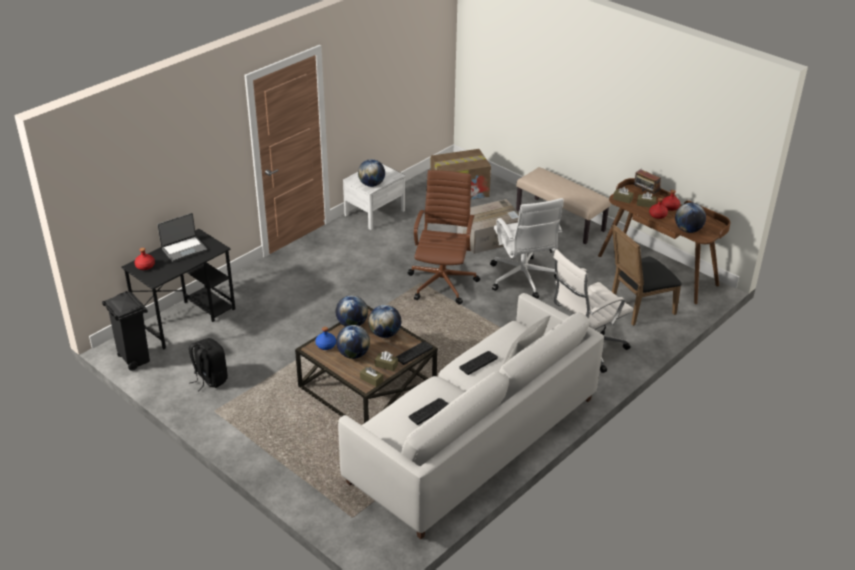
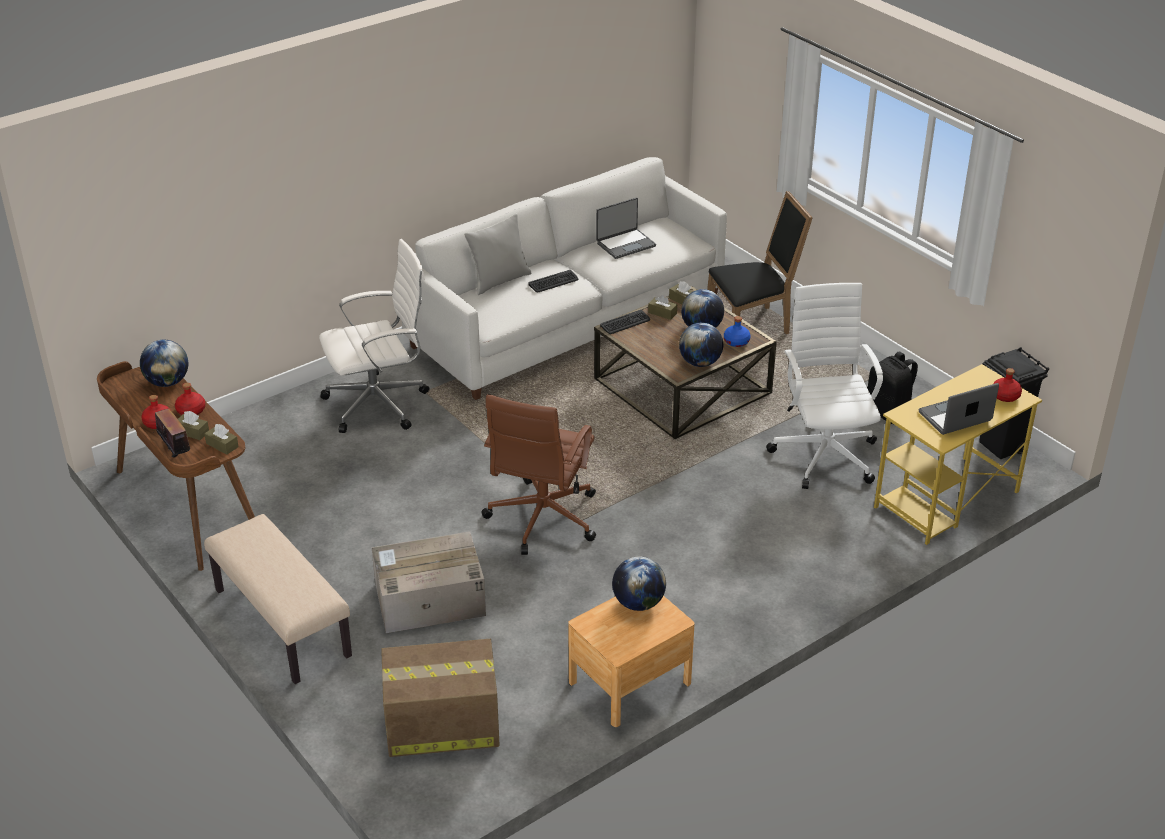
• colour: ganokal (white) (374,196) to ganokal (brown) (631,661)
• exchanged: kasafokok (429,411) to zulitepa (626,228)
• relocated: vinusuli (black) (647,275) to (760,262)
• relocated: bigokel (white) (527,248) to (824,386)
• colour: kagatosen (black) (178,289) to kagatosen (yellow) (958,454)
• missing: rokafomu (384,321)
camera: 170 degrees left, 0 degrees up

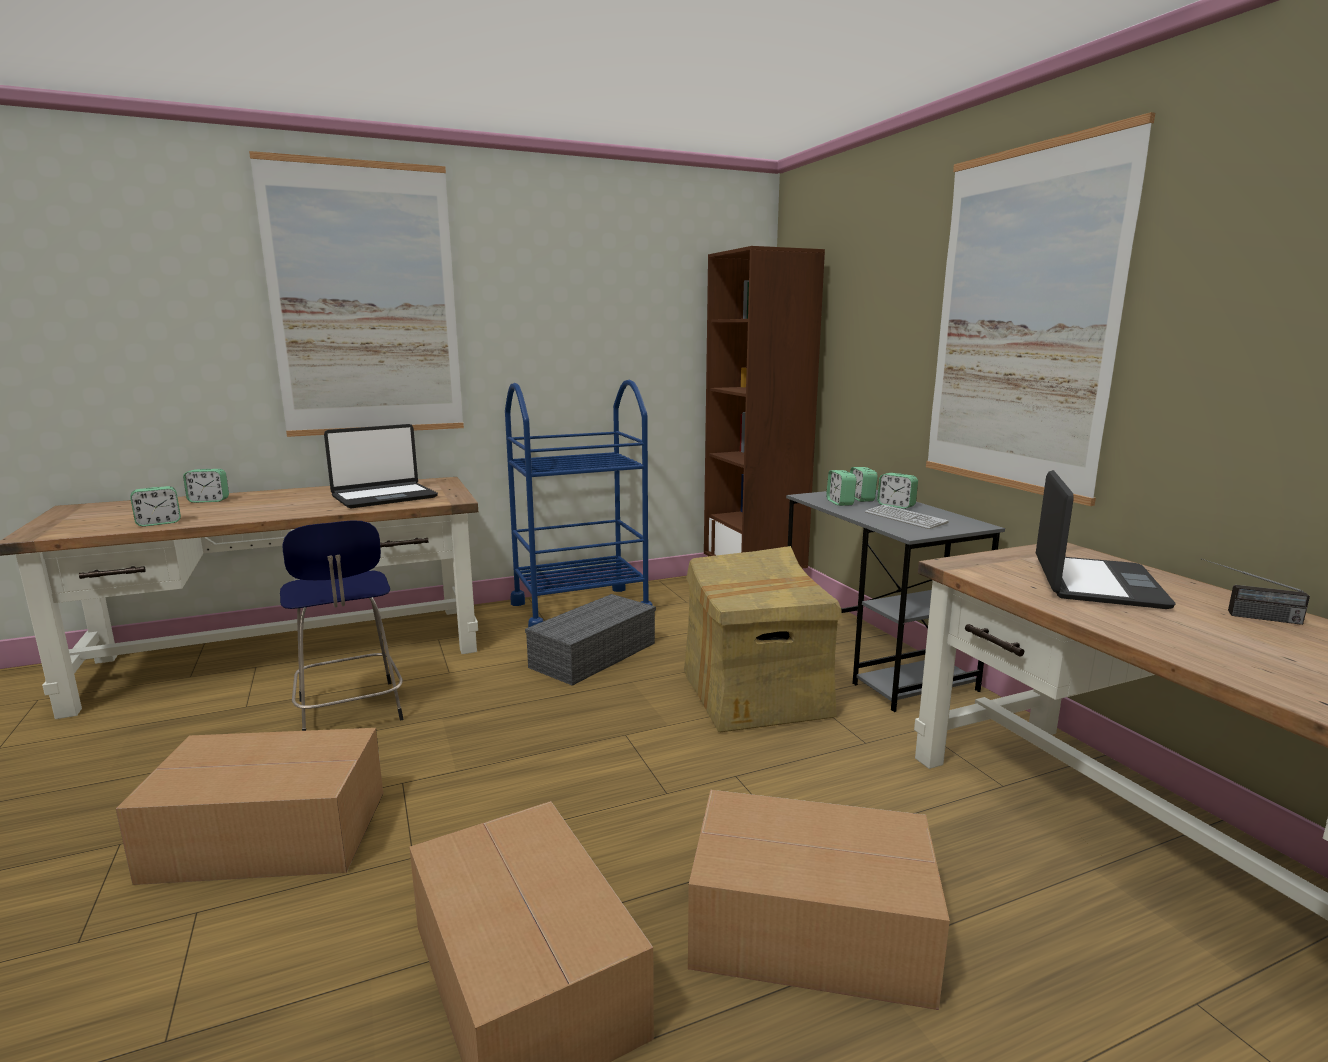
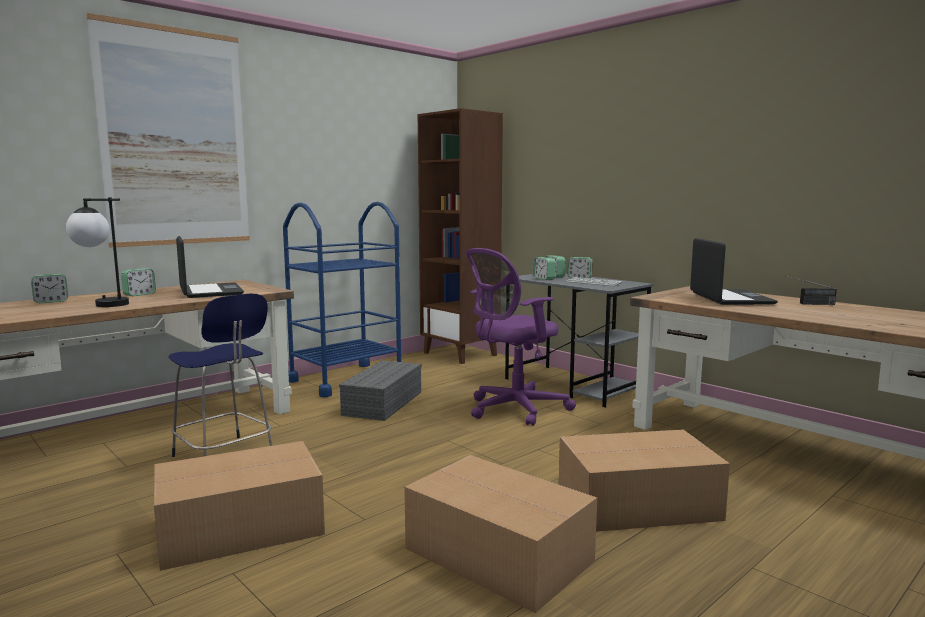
• appeared: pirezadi (97,252)
• relocated: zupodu (155,506) to (138,282)
• spun: zulitepa (381,466) = (210,267) 60 degrees counterclockwise
• exchanged: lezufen (763,639) to bigokel (purple) (521,337)
• missing: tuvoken (1040,309)
camera: 20 degrees left, 5 degrees down

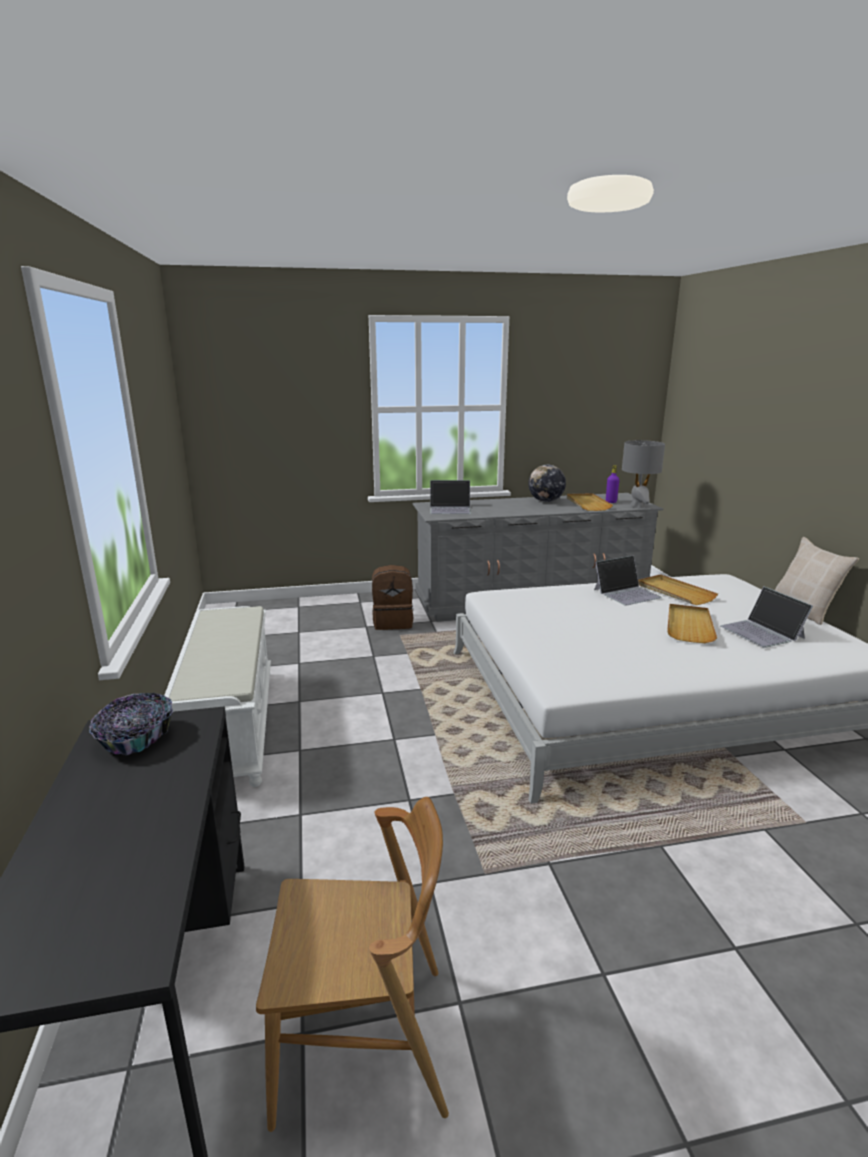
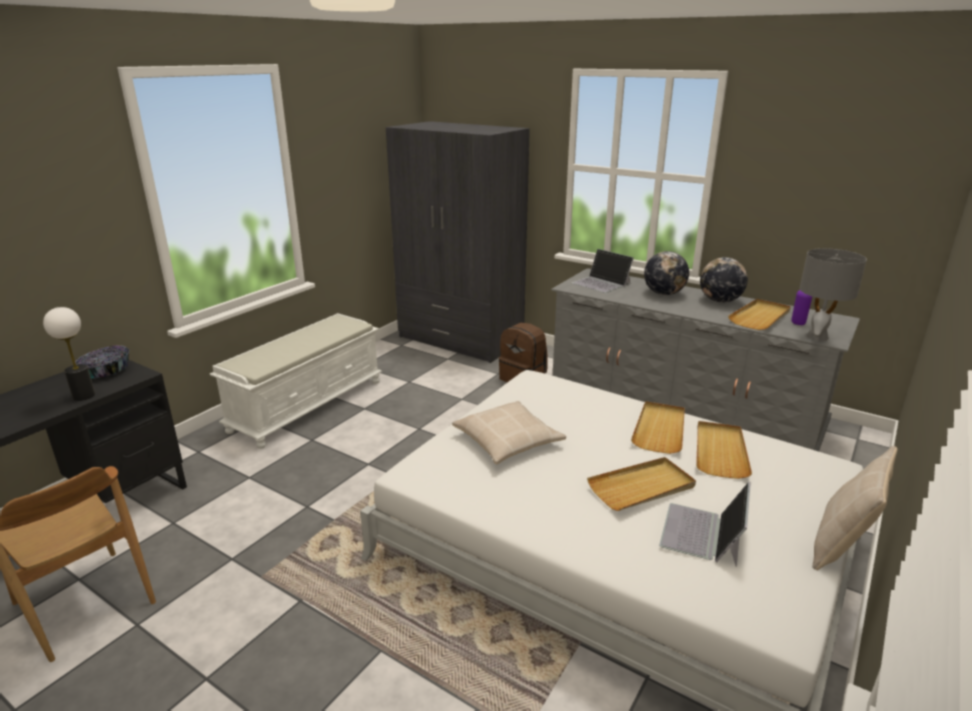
• appeared: pirezadi (69,354)
• appeared: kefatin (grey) (458,242)
• appeared: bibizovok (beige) (509,432)
• exchanged: zulitepa (628,580) to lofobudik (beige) (658,427)
• appeared: rokafomu (666,273)
camera: 45 degrees right, 5 degrees up

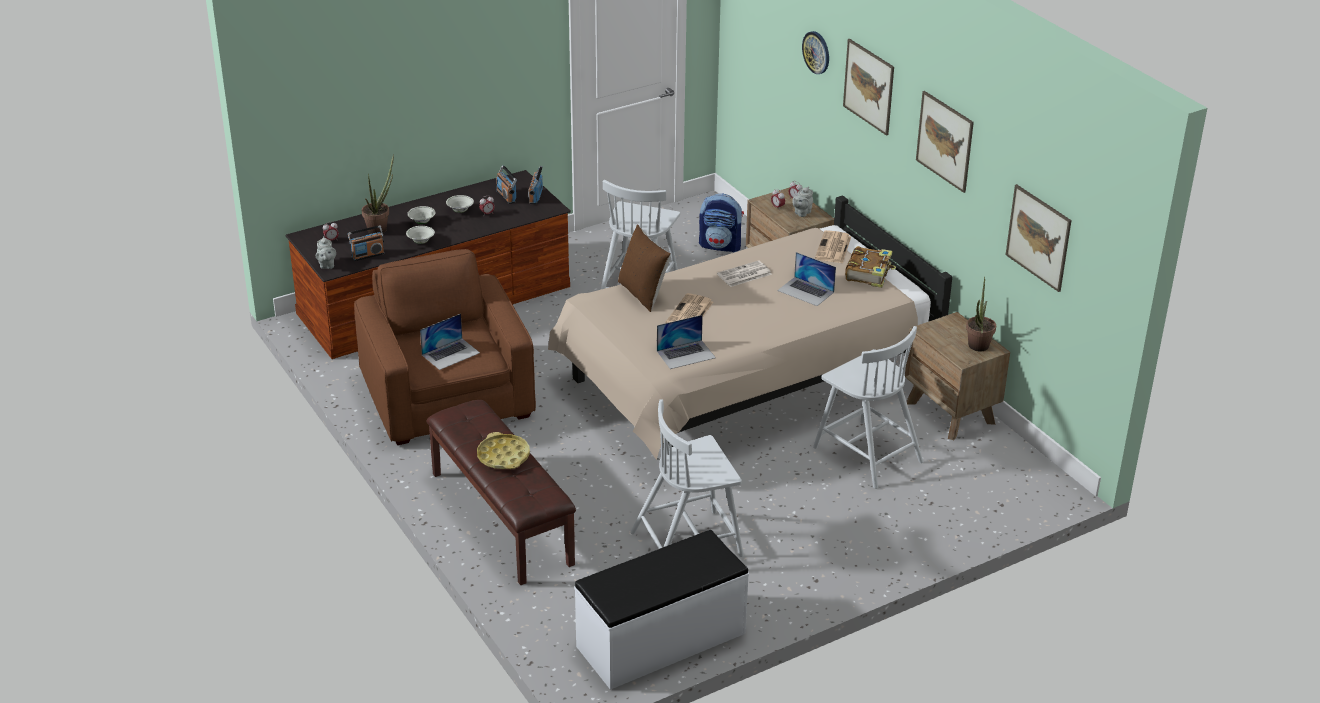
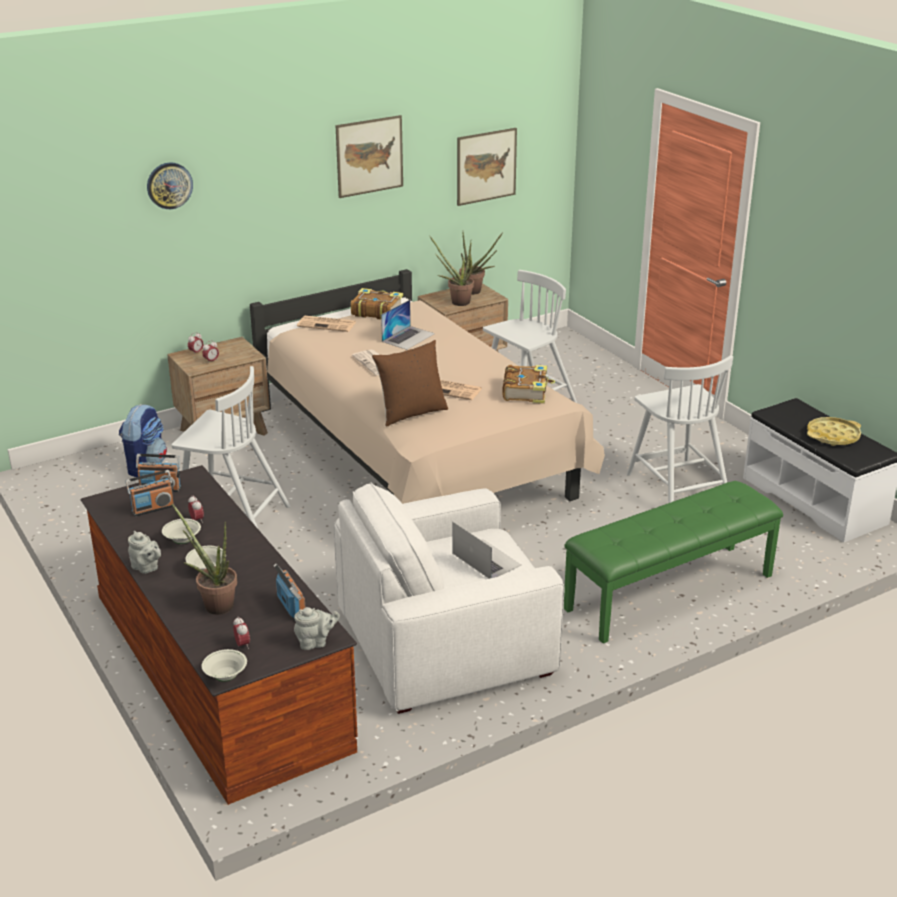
• relocated: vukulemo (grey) (803,201) to (144,552)
• relocated: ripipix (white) (420,235) to (224,665)
• colour: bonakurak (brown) (445,347) to bonakurak (white) (449,598)
• appeared: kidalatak (452,271)
• exchanged: zulitepa (686,342) to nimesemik (529,384)
• colour: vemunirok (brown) (501,492) to vemunirok (green) (673,562)
• relocated: lofobudik (yellow) (503,450) to (834,431)
• missing: tuvoken (868,87)
camera: 90 degrees left, 5 degrees down

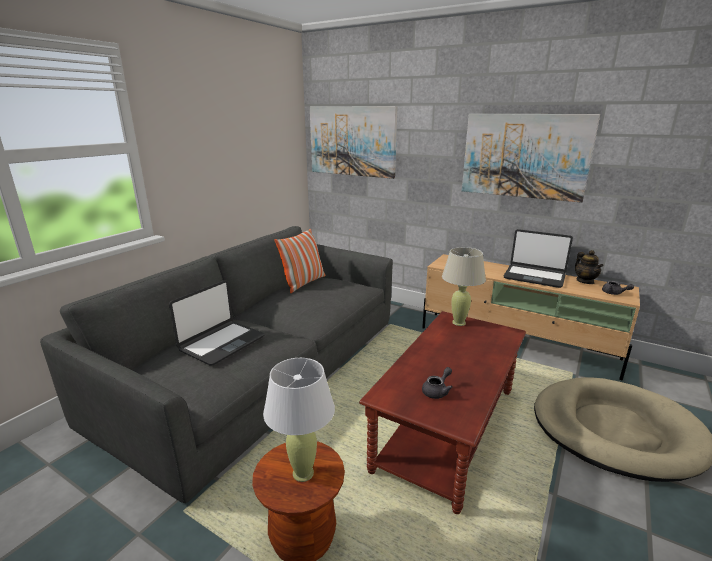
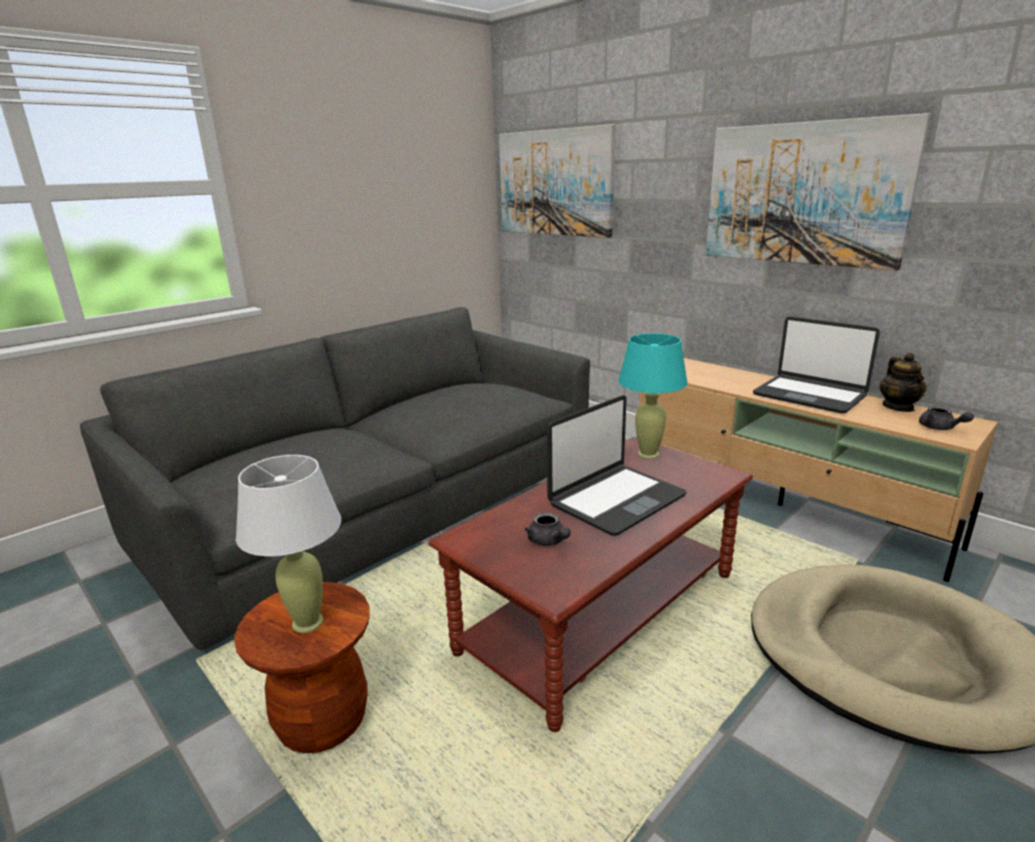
• spun: vukulemo (grey) (437,383) = (548,529) 90 degrees clockwise
• relocated: zulitepa (217,323) to (617,465)
• colour: pirezadi (beige) (464,286) to pirezadi (turquoise) (653,396)
• missing: bibizovok (299,260)
camera: 15 degrees right, 0 degrees up

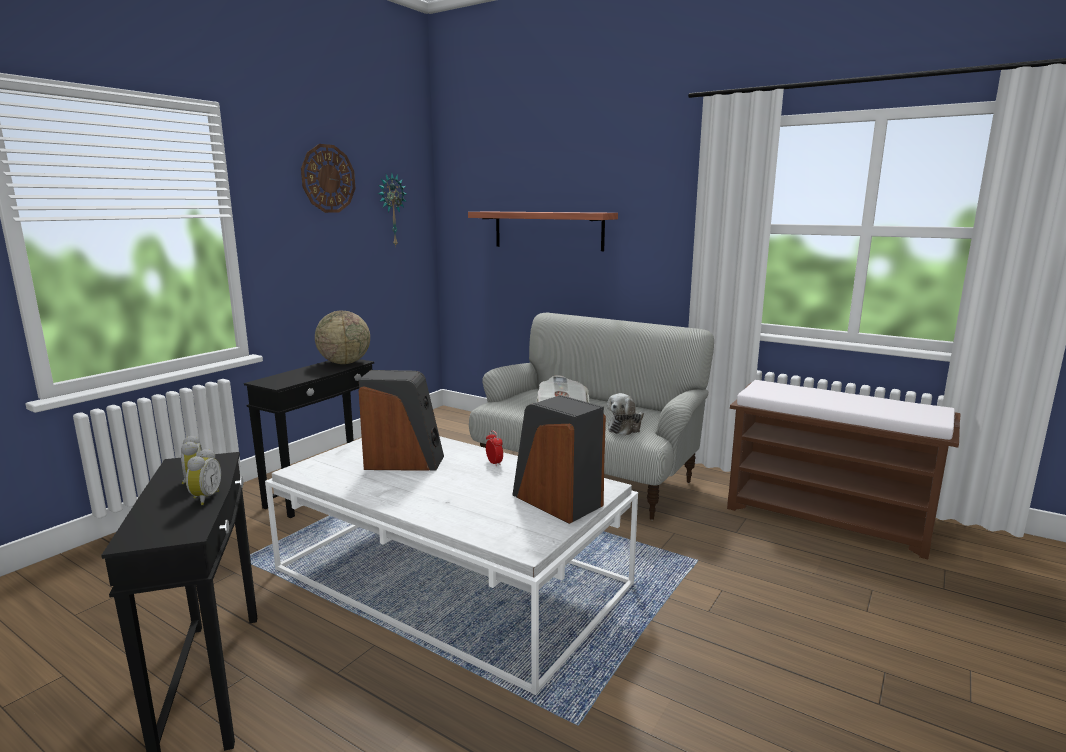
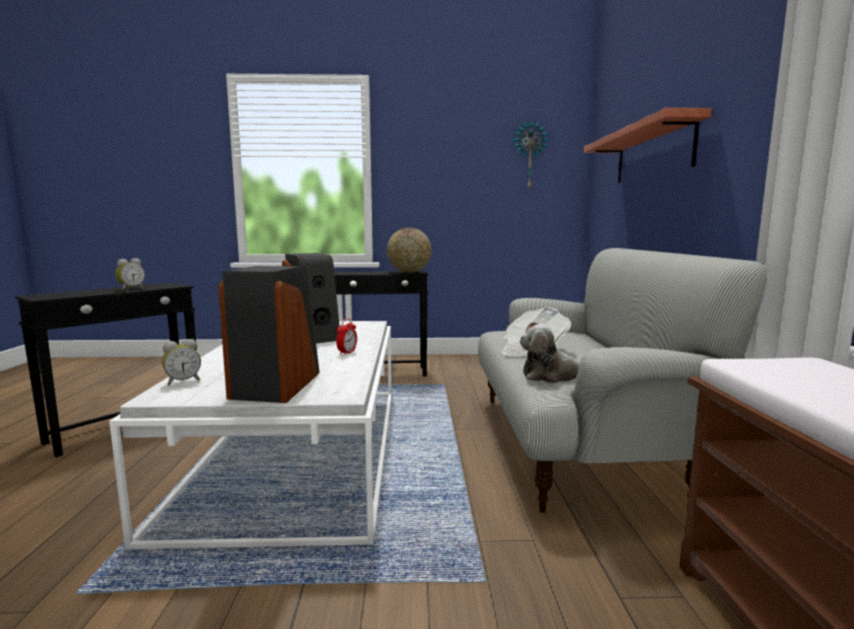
• relocated: zupodu (203,476) to (181,362)
• missing: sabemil (328,178)
camera: 55 degrees right, 5 degrees down

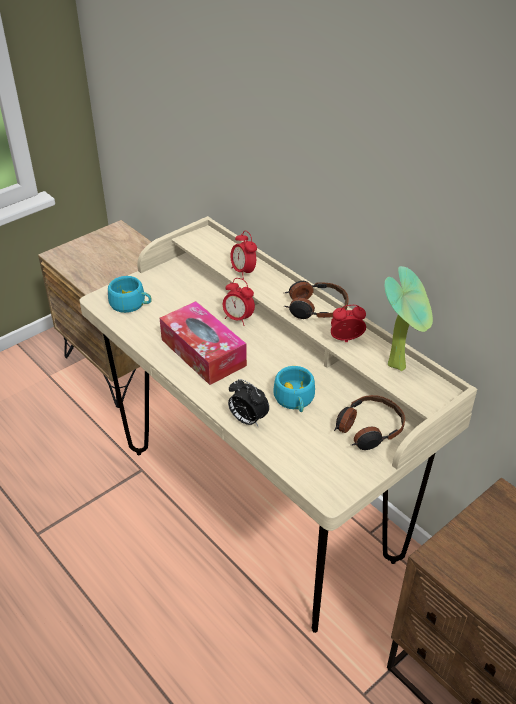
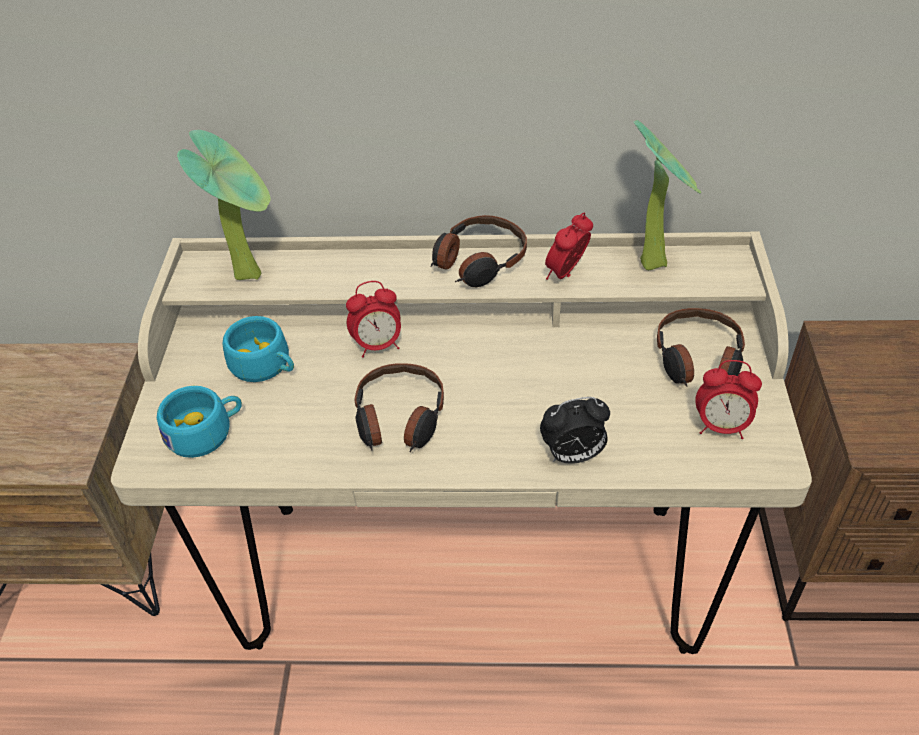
• appeared: kidalatak (223,205)
• relocated: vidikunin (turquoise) (294,389) to (258,349)
• exchanged: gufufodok (203,343) to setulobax (399,407)
• relocated: zupodu (243,255) to (728,399)
camera: 45 degrees left, 5 degrees up

